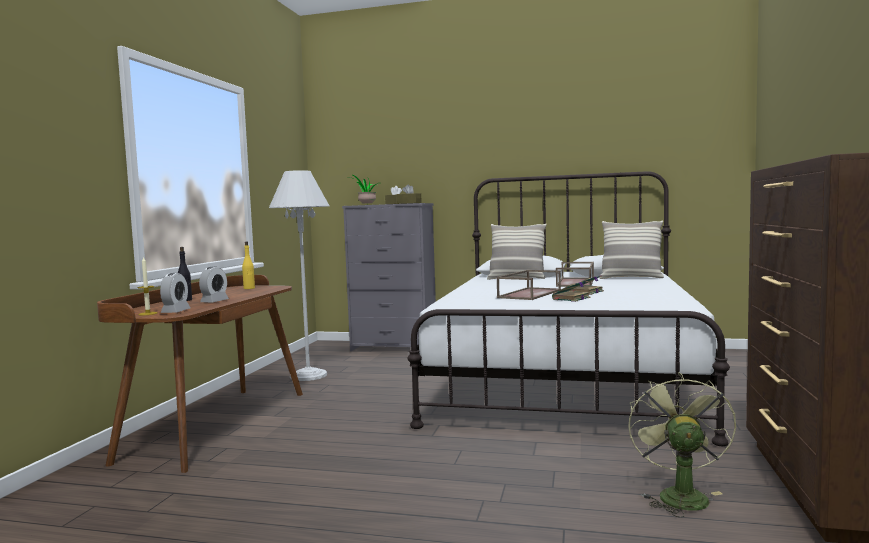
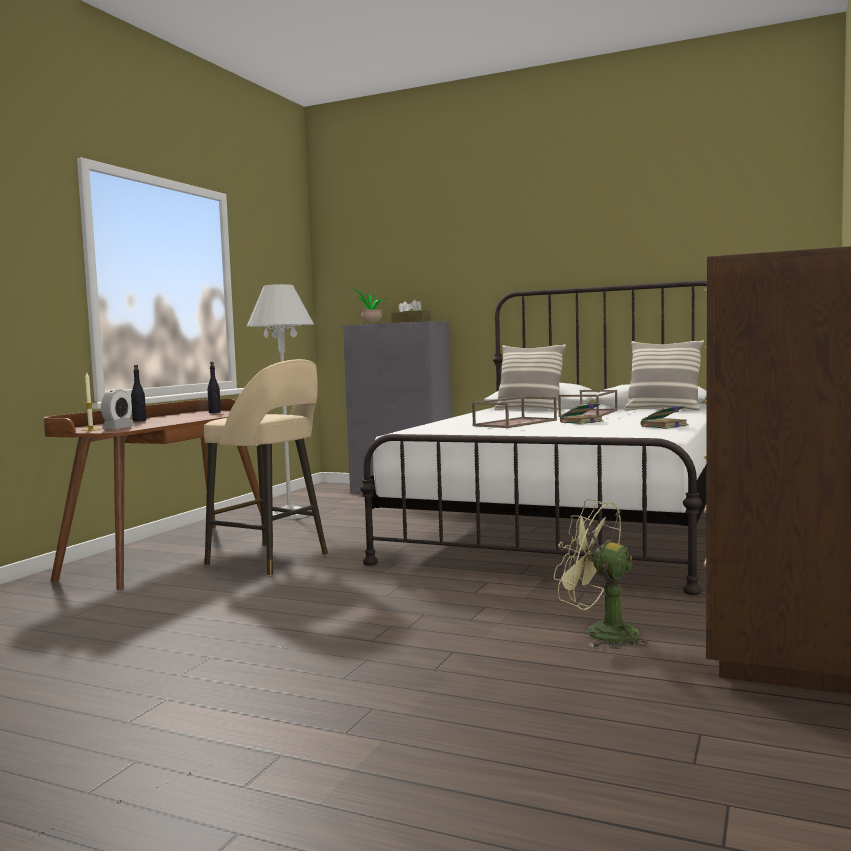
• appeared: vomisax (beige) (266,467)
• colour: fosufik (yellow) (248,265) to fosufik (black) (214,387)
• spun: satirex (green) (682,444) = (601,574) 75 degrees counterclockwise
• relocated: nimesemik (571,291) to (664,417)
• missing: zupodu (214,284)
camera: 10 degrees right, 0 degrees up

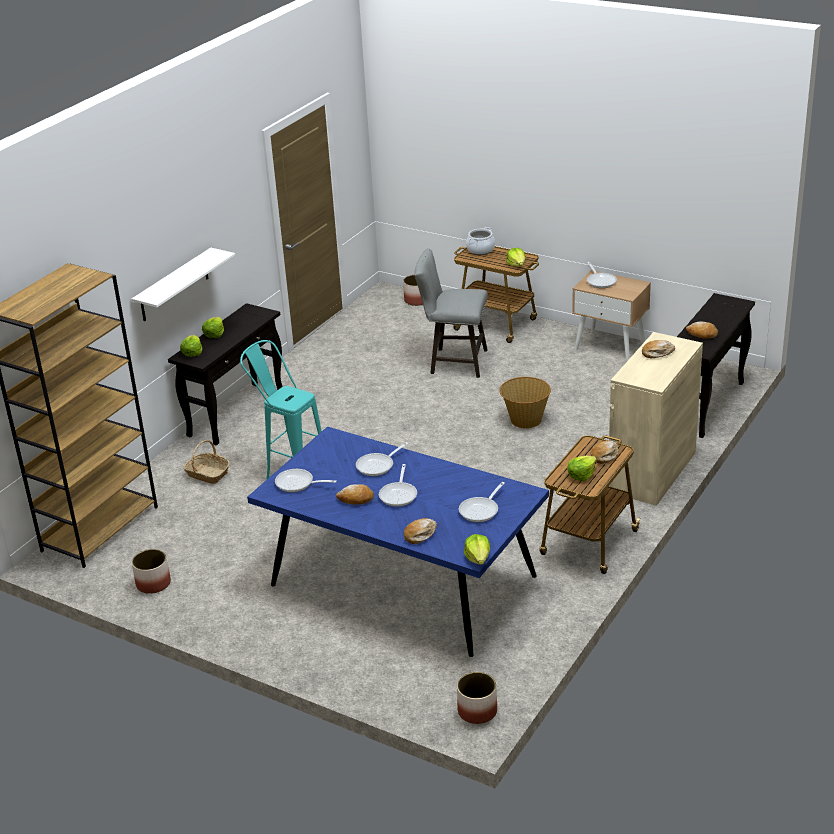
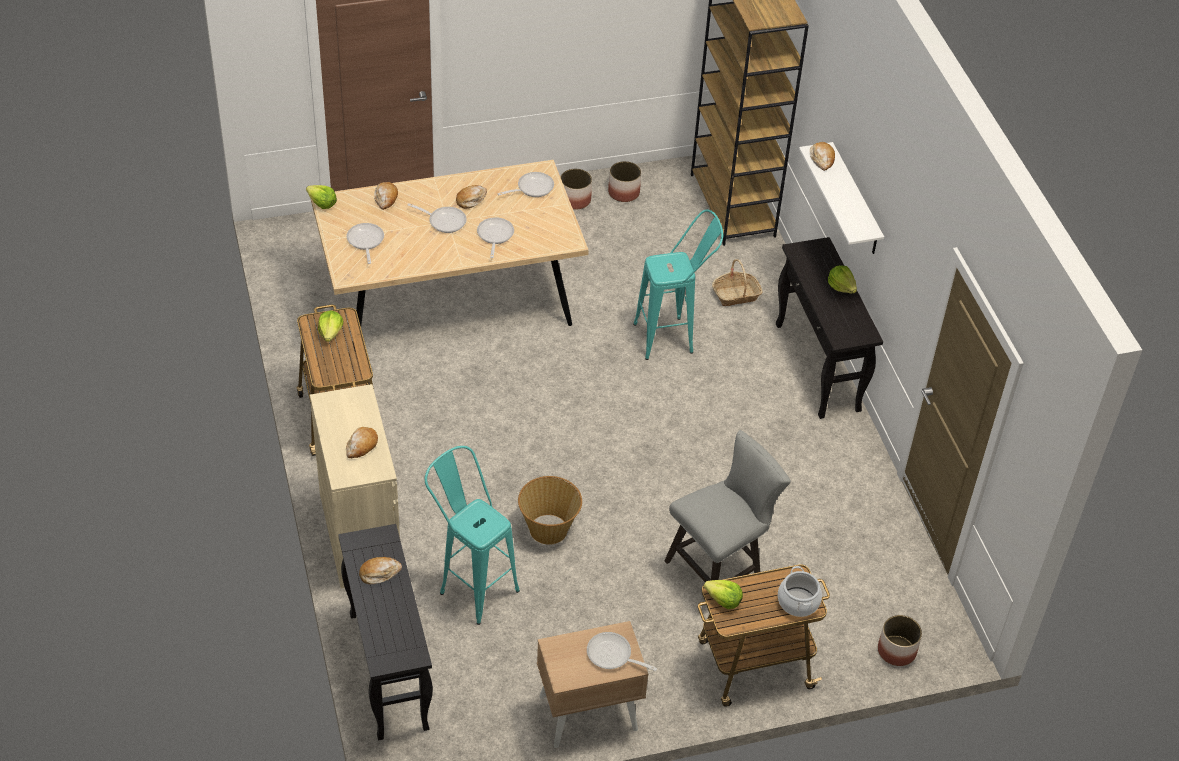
• colour: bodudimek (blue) (398,542) to bodudimek (beige) (450,256)
• spun: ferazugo (398,485) = (437,218) 150 degrees clockwise
• appeared: vomisax (turquoise) (472,535)
• relocated: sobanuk (477,698) to (576,189)
• relocated: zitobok (604,452) to (822,156)
• missing: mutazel (191,346)
camera: 130 degrees right, 15 degrees up

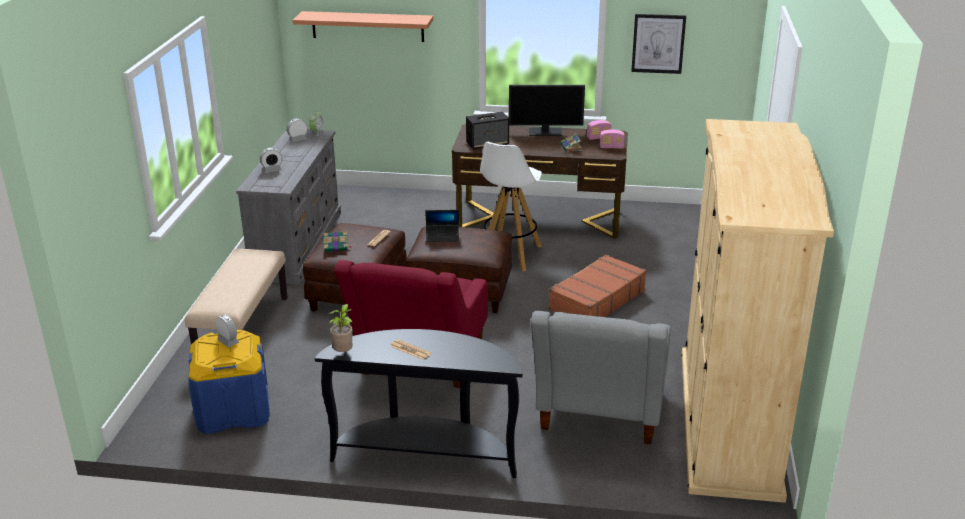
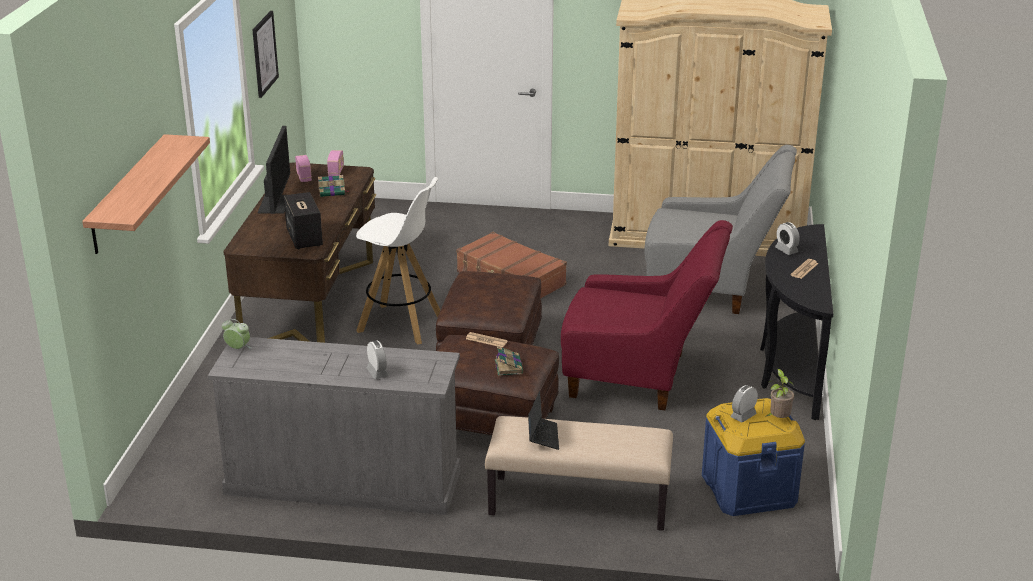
• relocated: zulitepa (442,226) to (543,420)
• relocated: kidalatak (341,328) to (779,393)
• relocated: zupodu (297,130) to (787,238)
camera: 90 degrees left, 0 degrees up

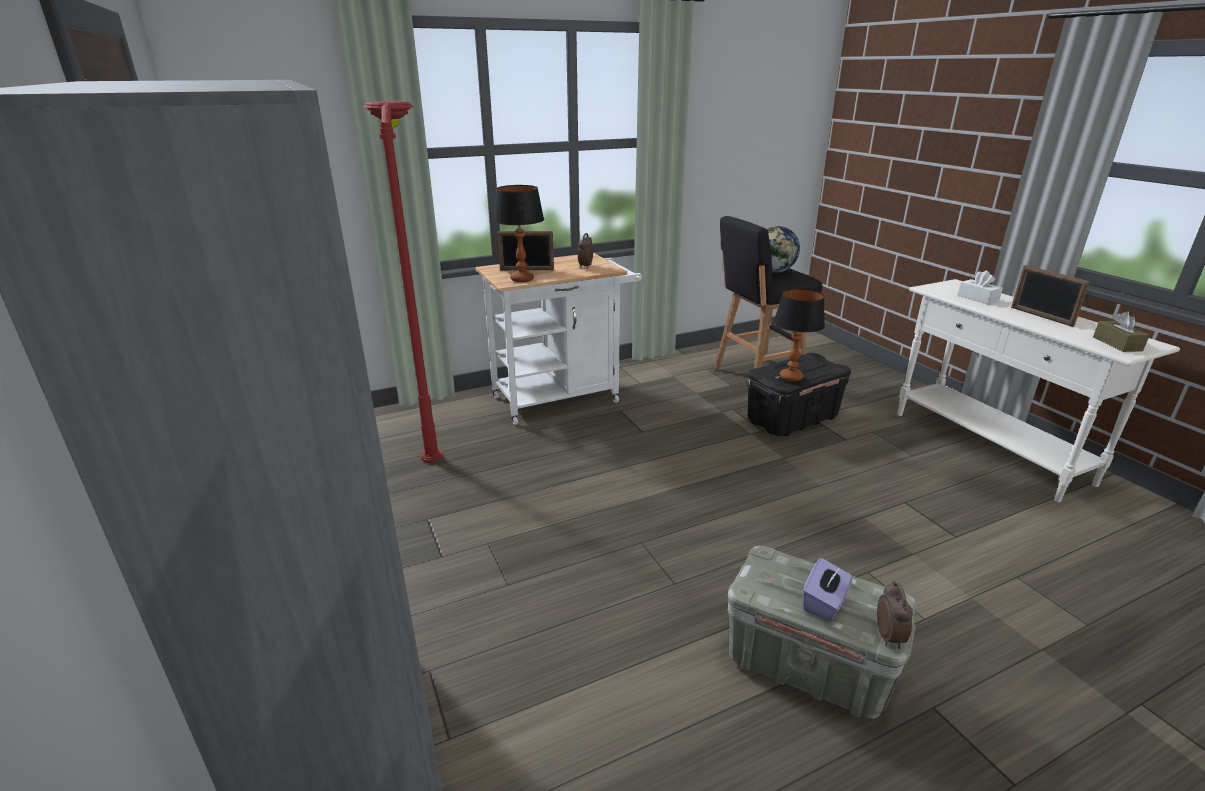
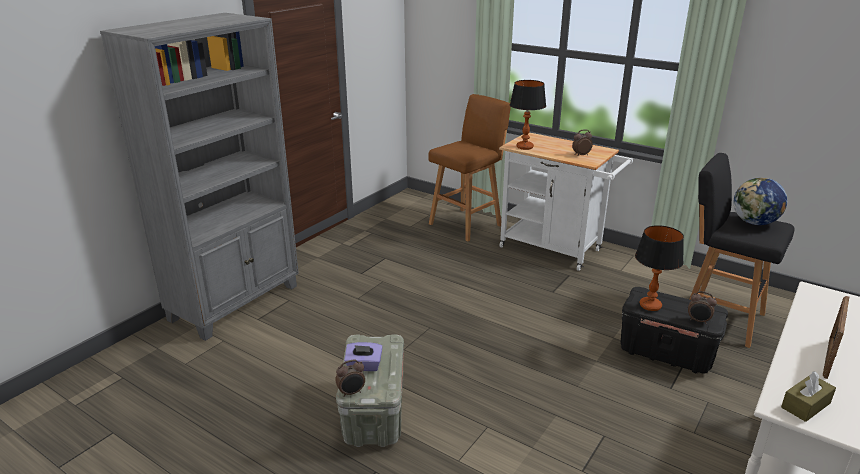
• exchanged: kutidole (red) (403,281) to vomisax (brown) (469,168)
• appeared: zupodu (702,307)
• missing: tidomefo (525,250)
• missing: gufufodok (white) (980,288)
camera: 60 degrees right, 0 degrees up

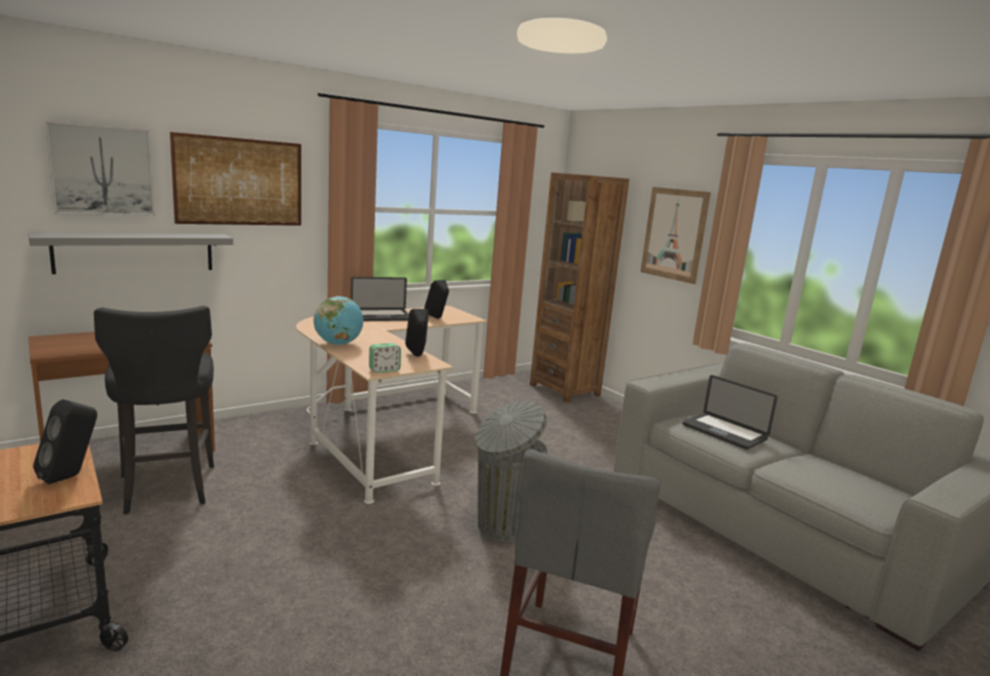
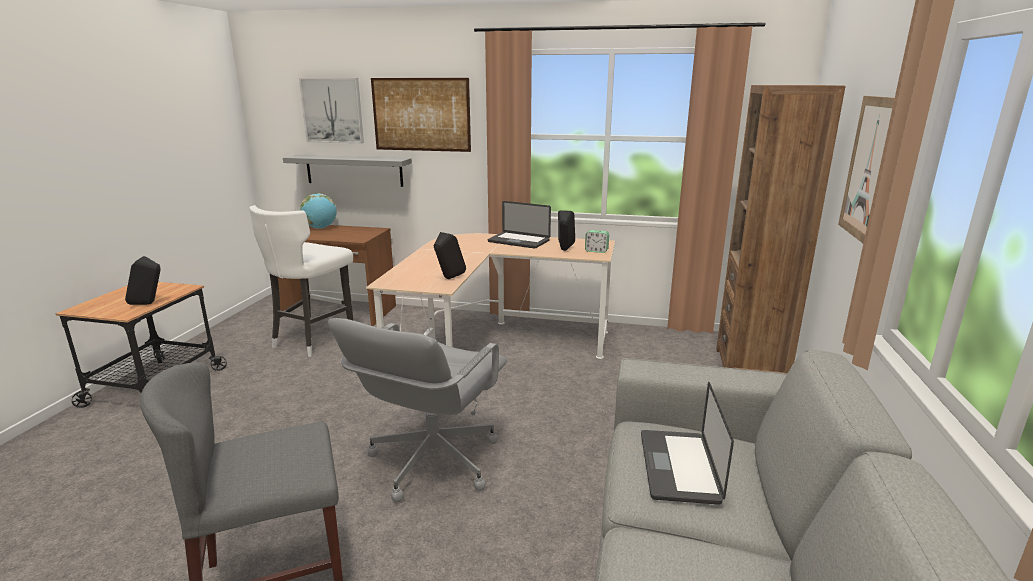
• colour: vomisax (black) (154,410) to vomisax (white) (301,281)
• relocated: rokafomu (338,320) to (318,211)
• exchanged: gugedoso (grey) (512,471) to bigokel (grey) (417,410)
• relocated: zupodu (385,358) to (597,241)
camera: 50 degrees right, 5 degrees up

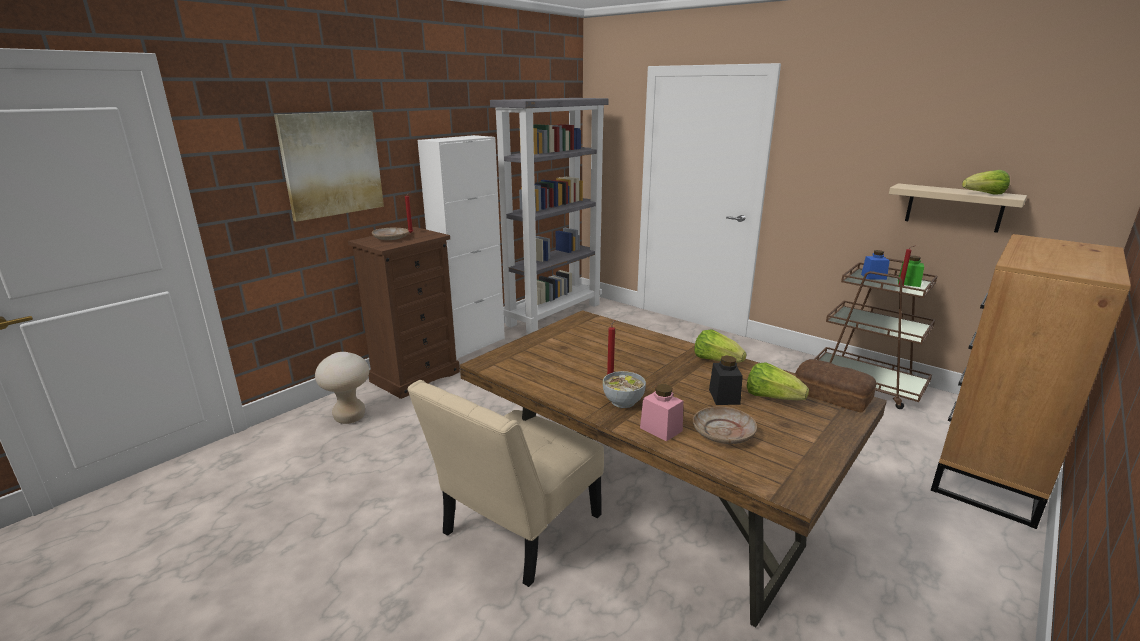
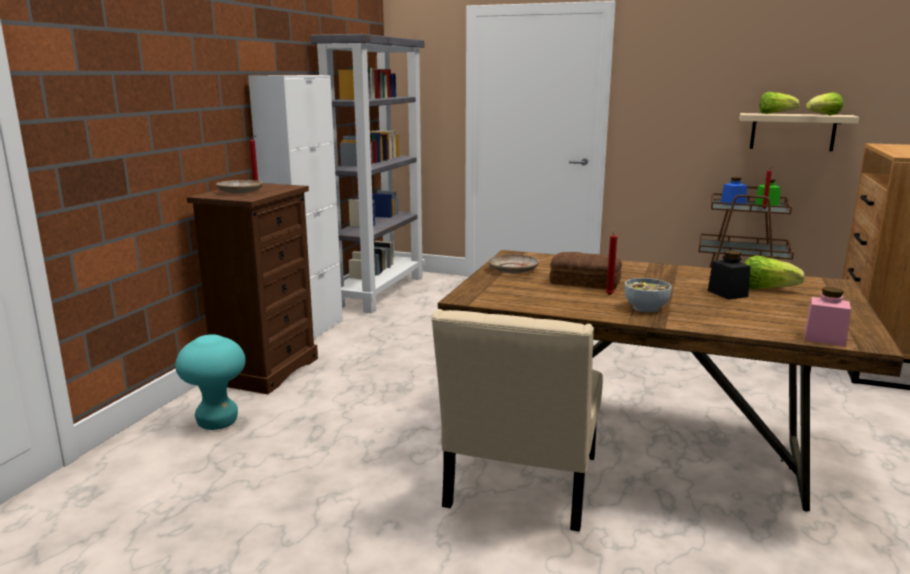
• colour: vomisax (beige) (342,388) to vomisax (turquoise) (210,382)
• relocated: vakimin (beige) (725,425) to (513,263)
• relocated: zitobok (835,386) to (585,271)
• relocated: mutazel (720,346) to (780,103)
• relocated: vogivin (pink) (661,413) to (827,317)
• missing: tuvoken (329,166)
camera: 20 degrees left, 5 degrees down

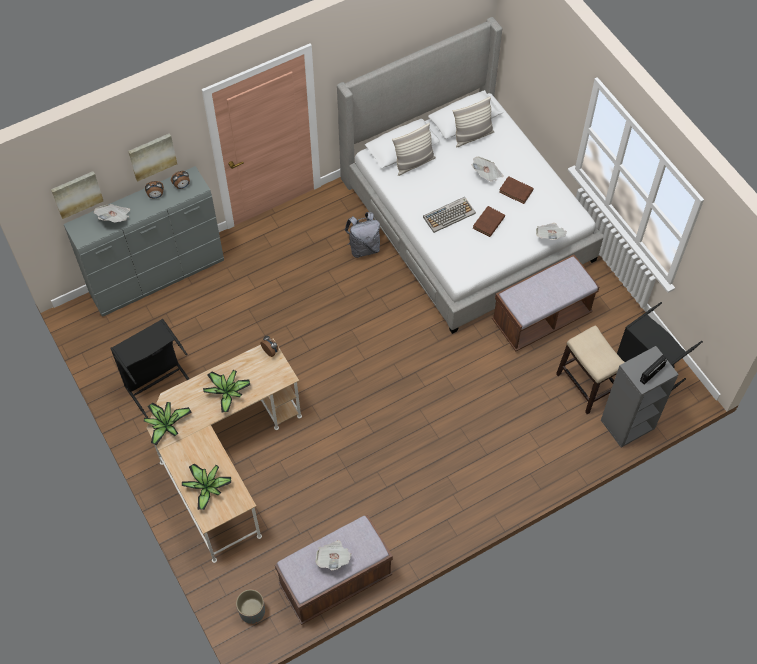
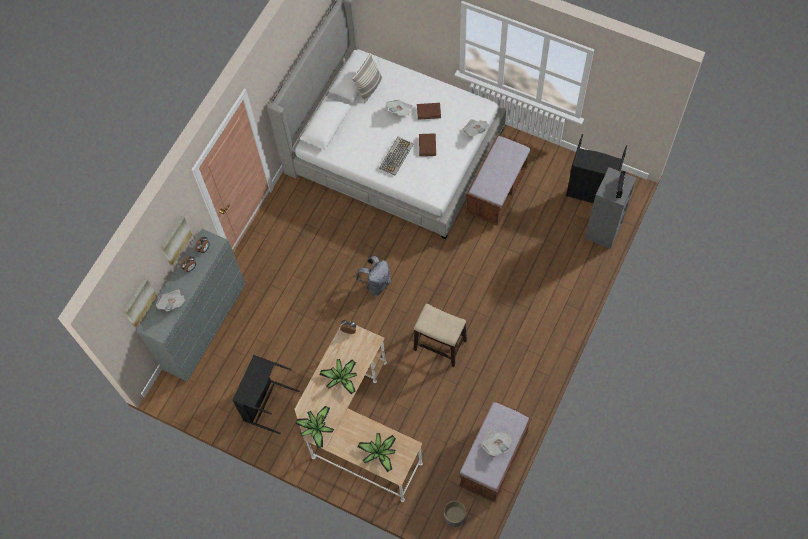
• relocated: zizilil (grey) (362,235) to (373,276)
• relocated: vomisax (590,370) to (440,335)
• missing: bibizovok (414,149)
camera: 30 degrees left, 5 degrees up

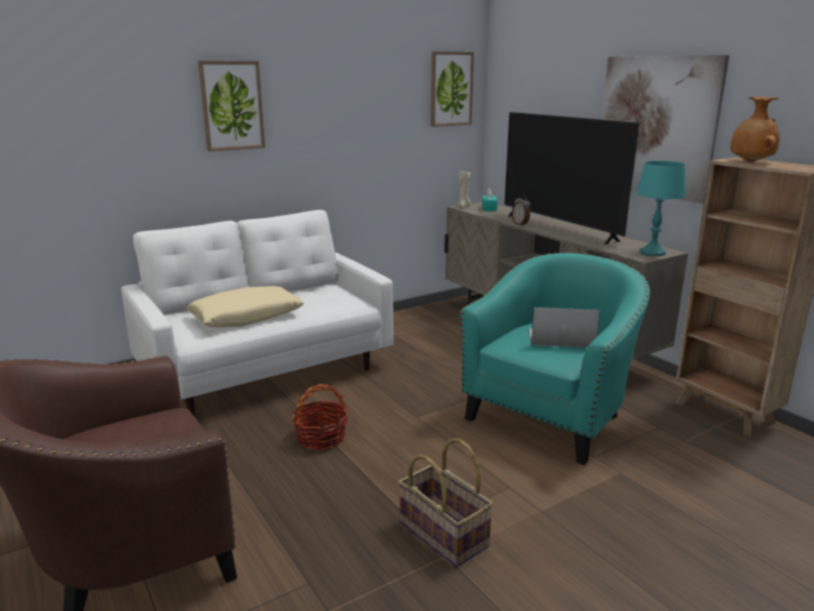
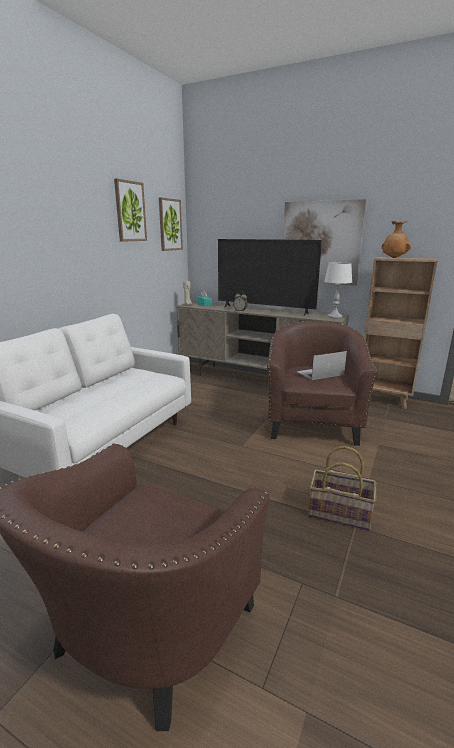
• relocated: tuvoken (231,106) to (130,210)
• colour: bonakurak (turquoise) (555,358) to bonakurak (brown) (322,383)
• colour: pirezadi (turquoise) (661,208) to pirezadi (white) (338,290)
• missing: bibizovok (beige) (245,306)
• missing: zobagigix (320,417)
camera: 30 degrees left, 0 degrees up

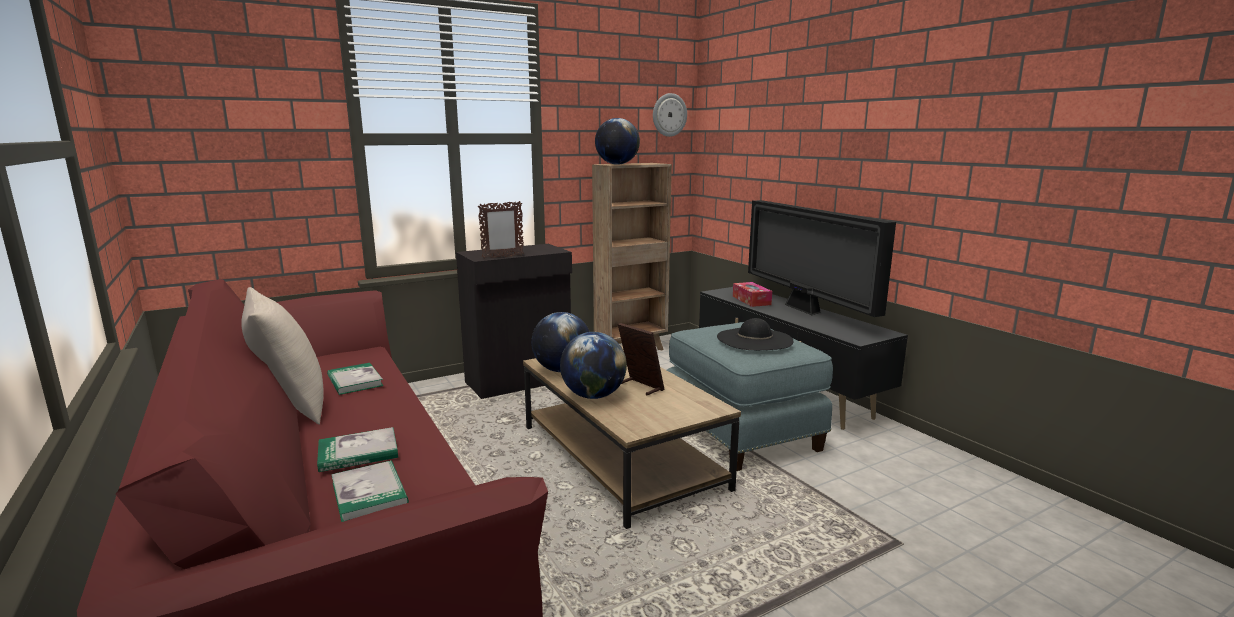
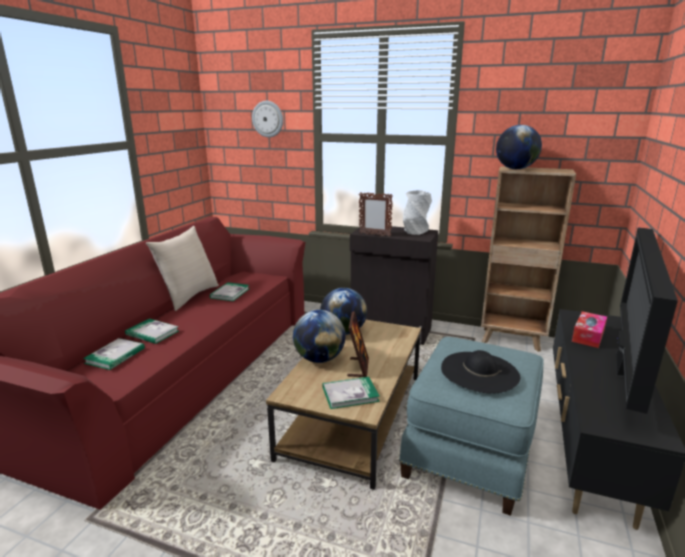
• relocated: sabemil (670,115) to (267,119)
• appeared: nimesemik (351,393)
• appeared: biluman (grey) (417,212)
camera: 50 degrees right, 5 degrees up

